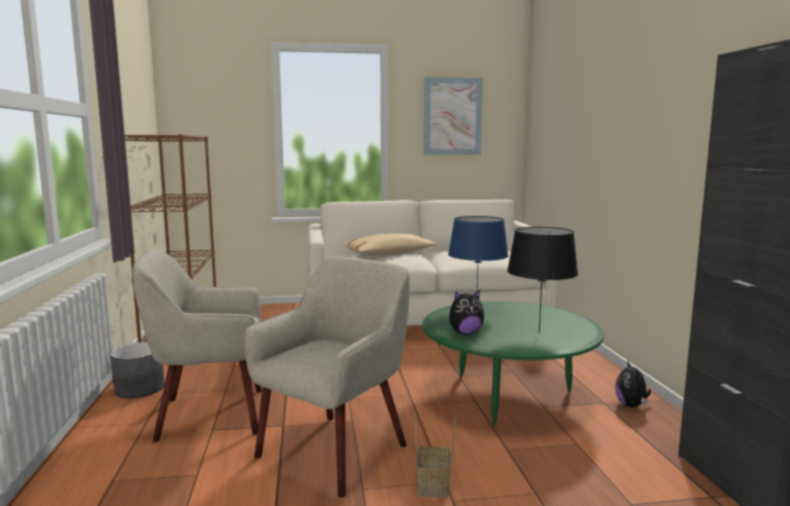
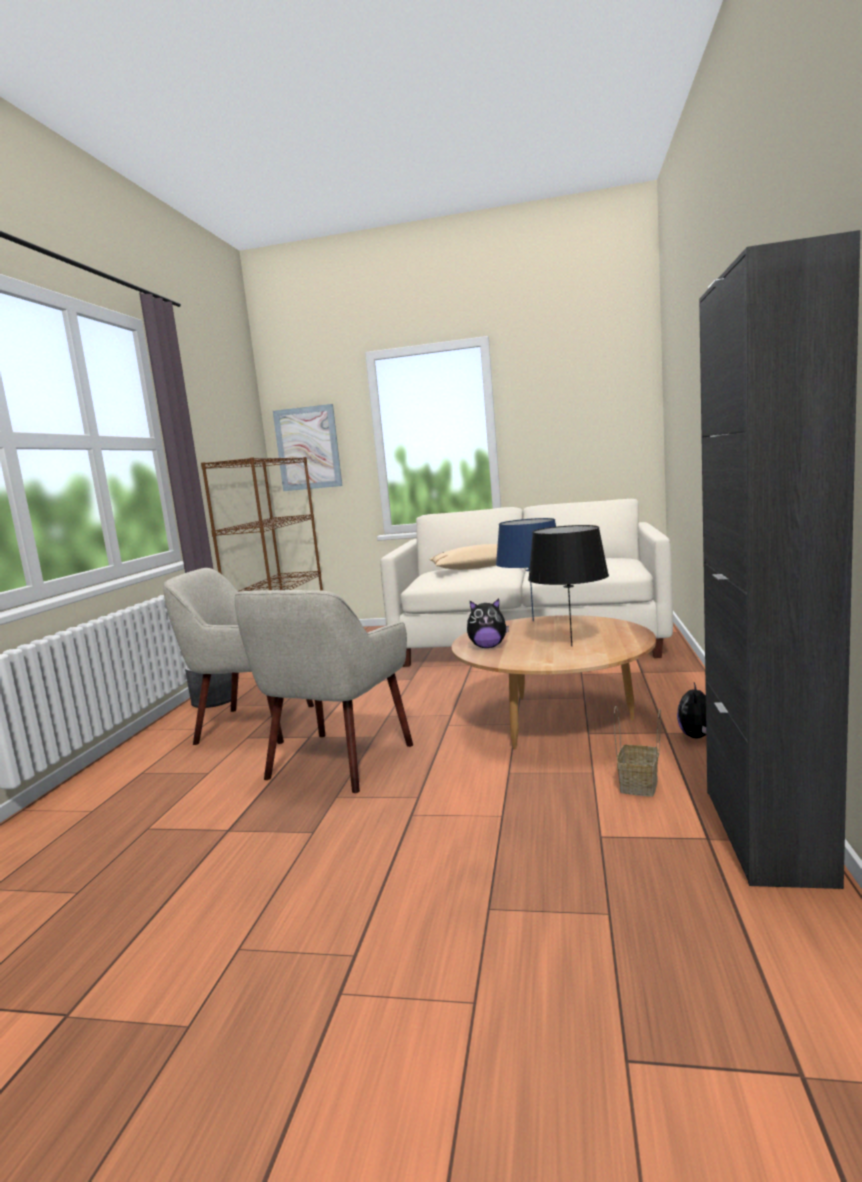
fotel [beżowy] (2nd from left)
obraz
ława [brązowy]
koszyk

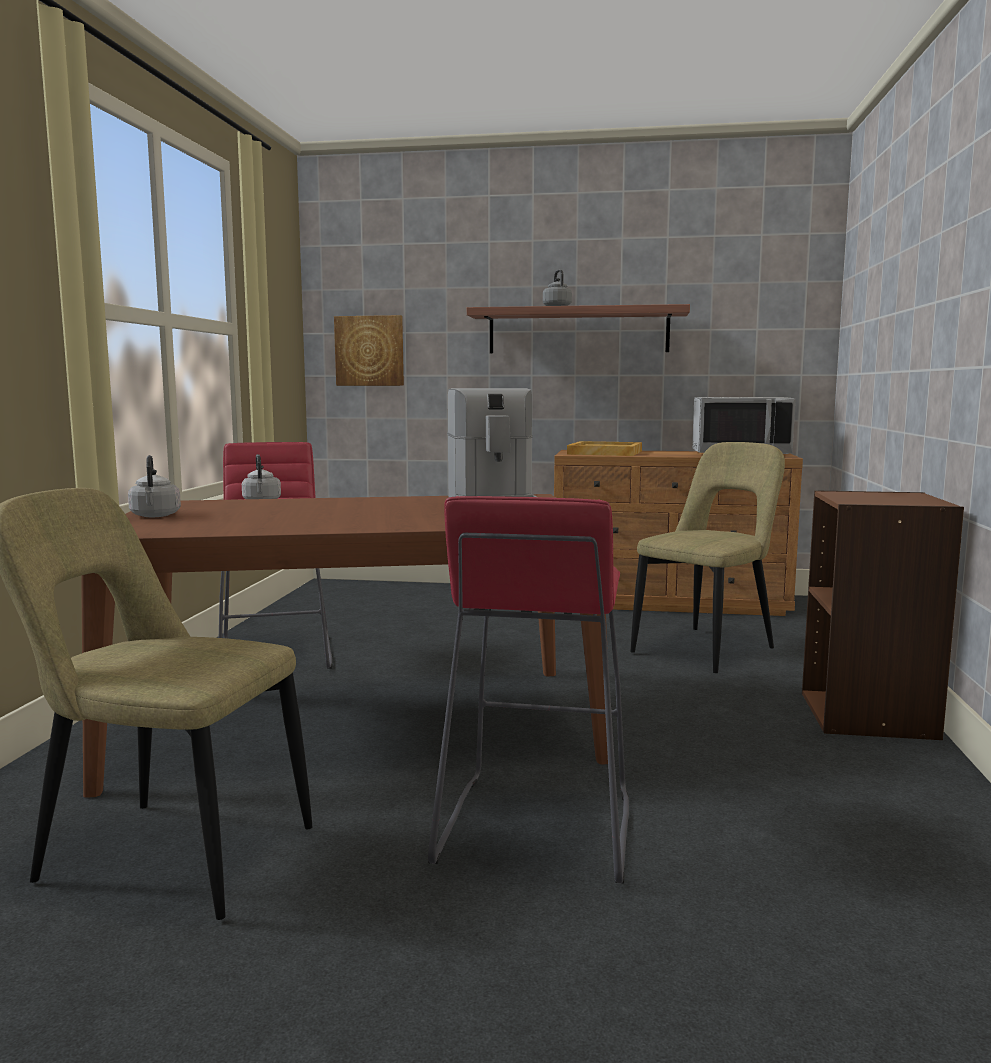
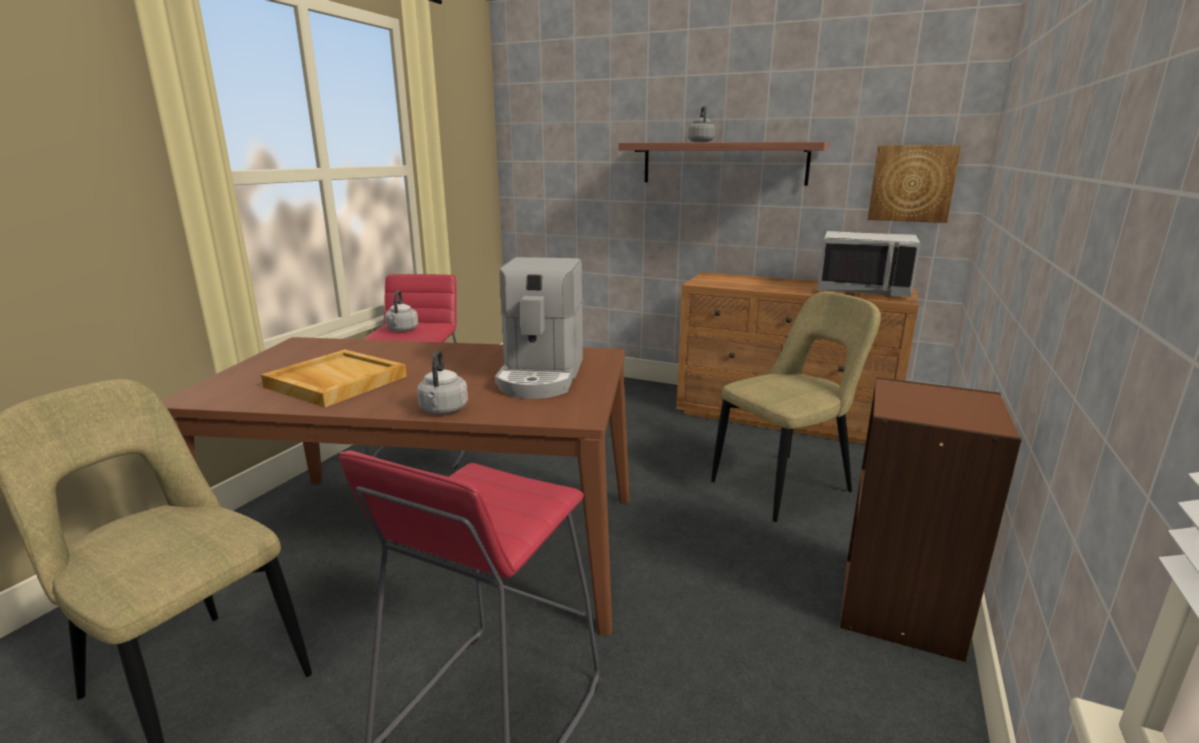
taca [beżowy]
czajnik [szary] (2nd from left)
obraz

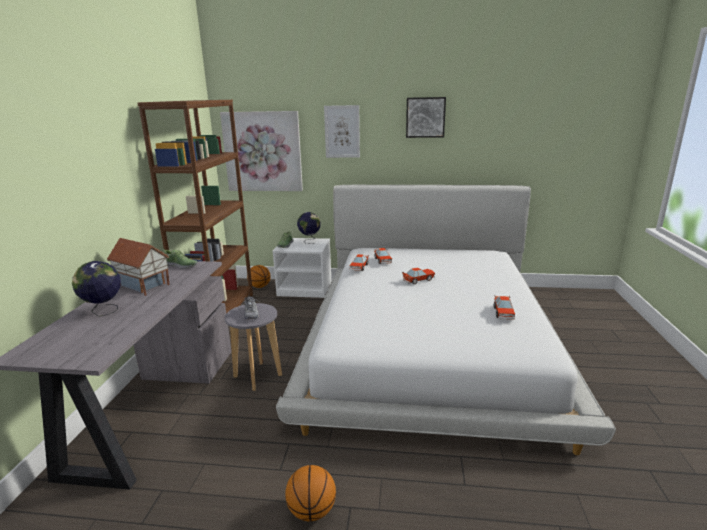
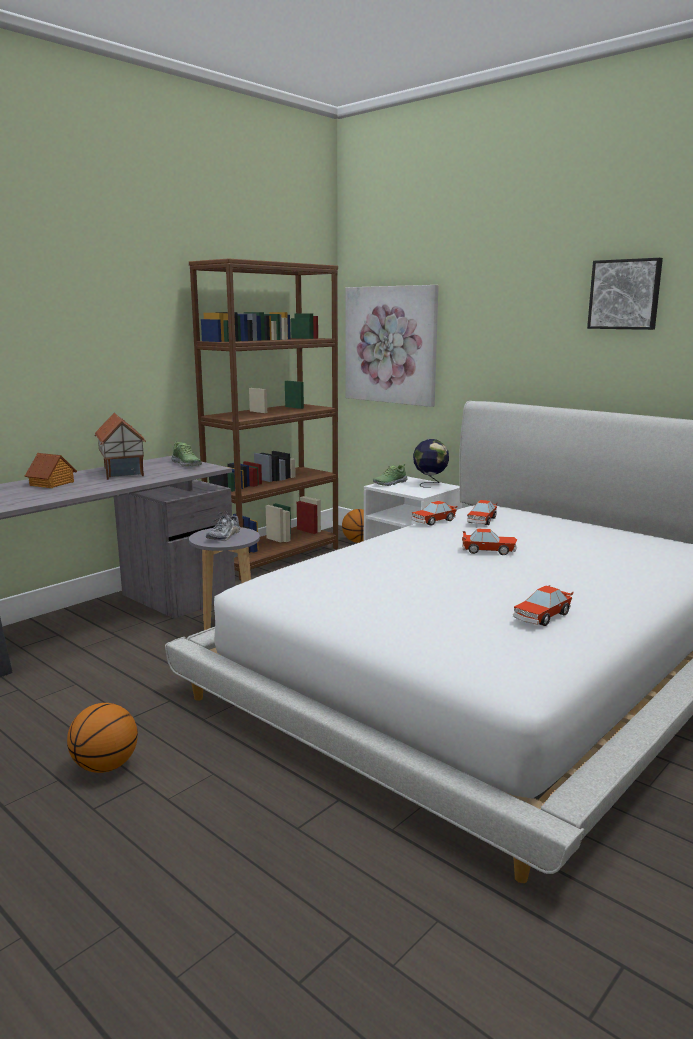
domek (1st from left)
obraz (2nd from left in the first image)

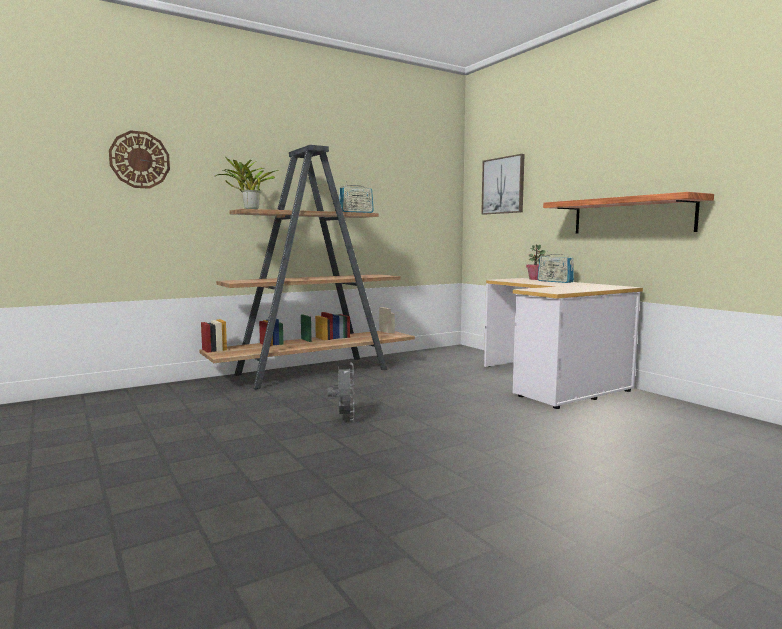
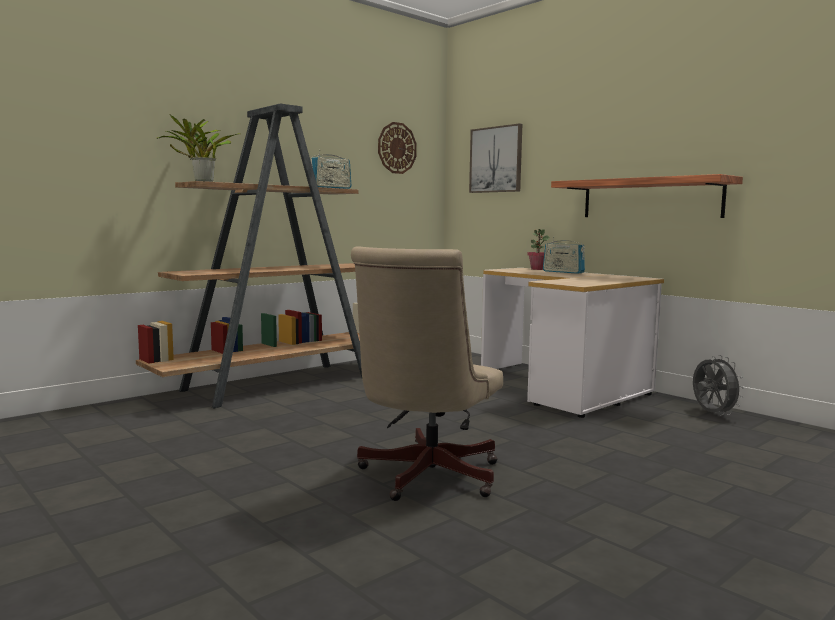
krzesło biurowe [beżowy]
zegar ścienny
wentylator [szary]

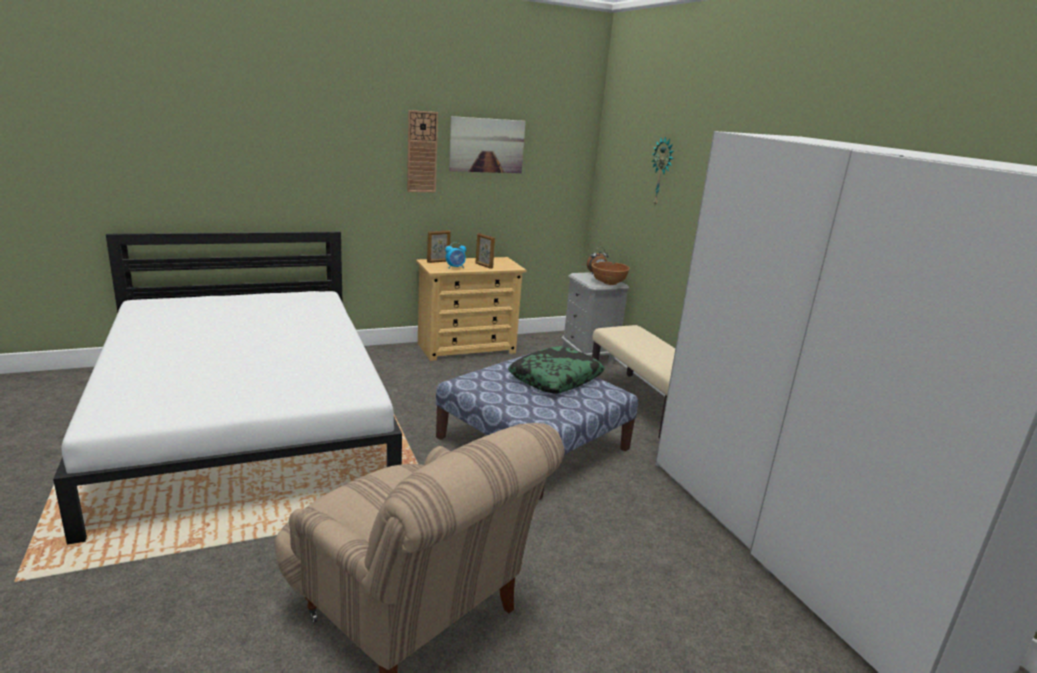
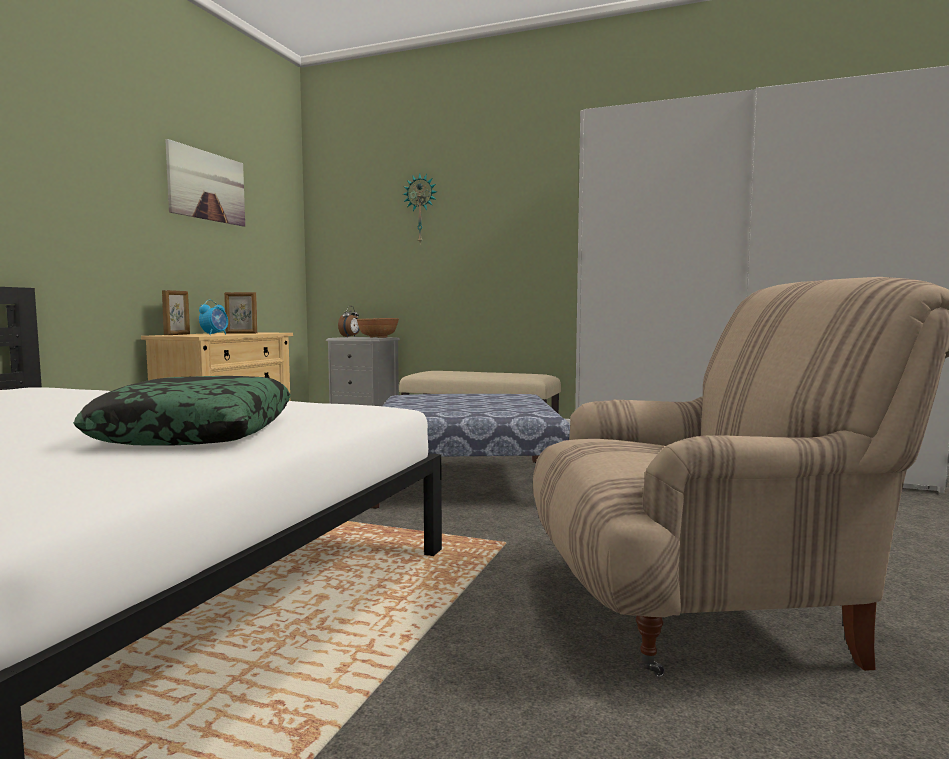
poduszka
zegar ścienny (1st from left in the first image)

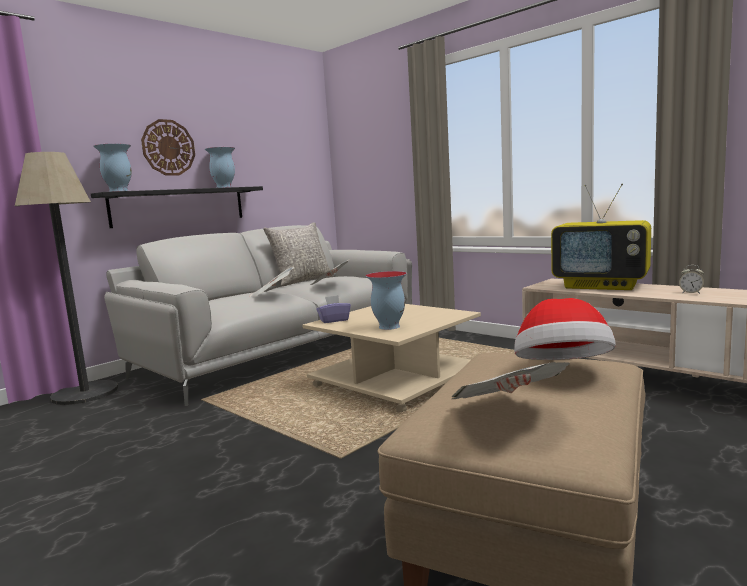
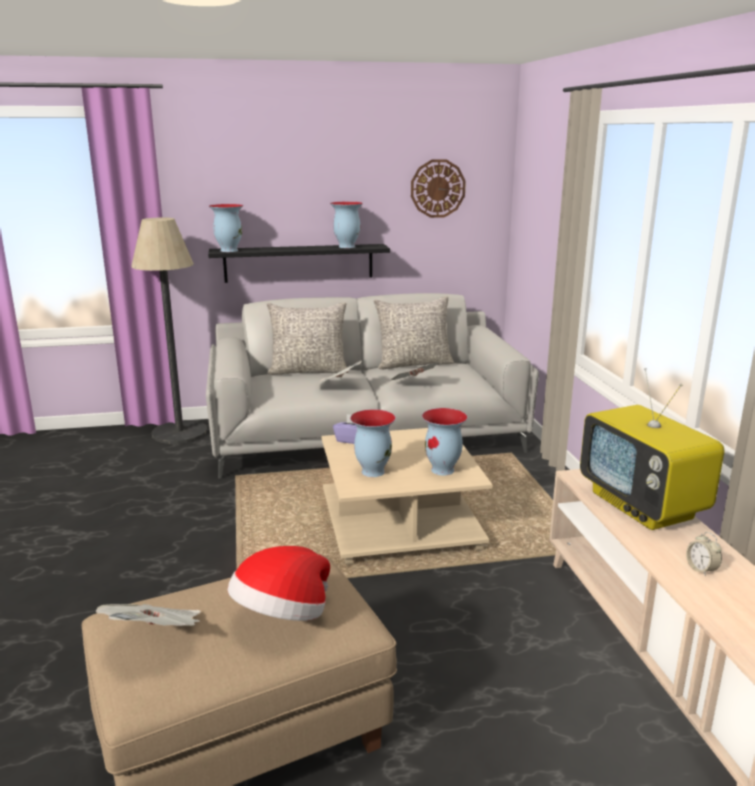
poduszka [szary] (1st from left)
zegar ścienny
wazon (4th from left)

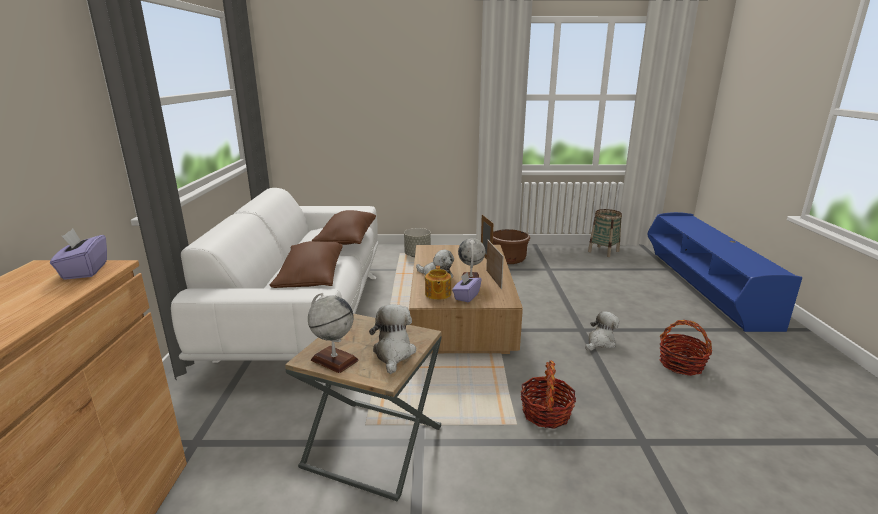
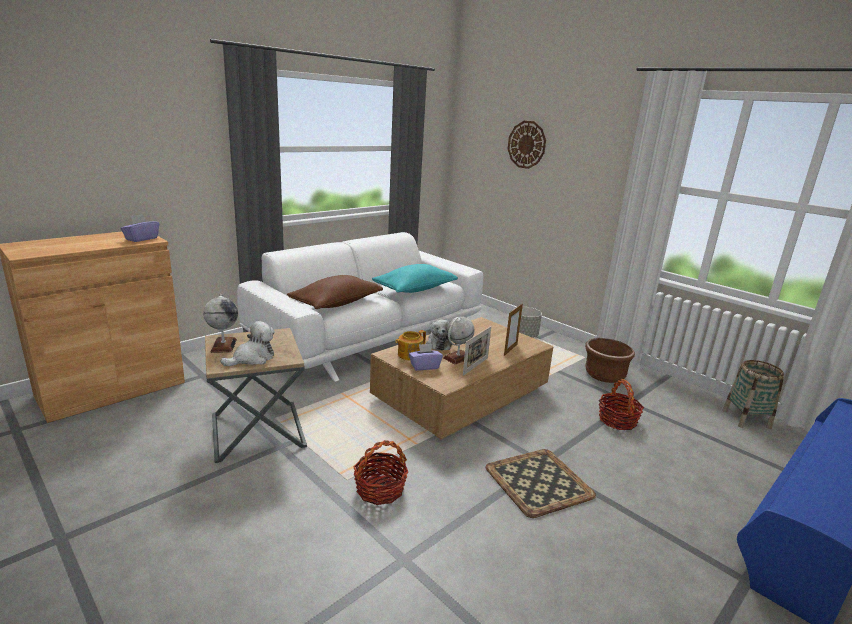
poduszka [turkusowy]
taca
zegar ścienny
koszyk (2nd from left)

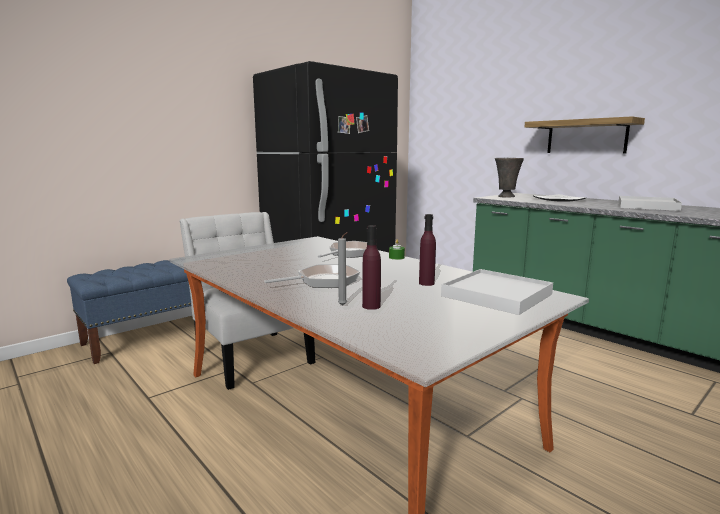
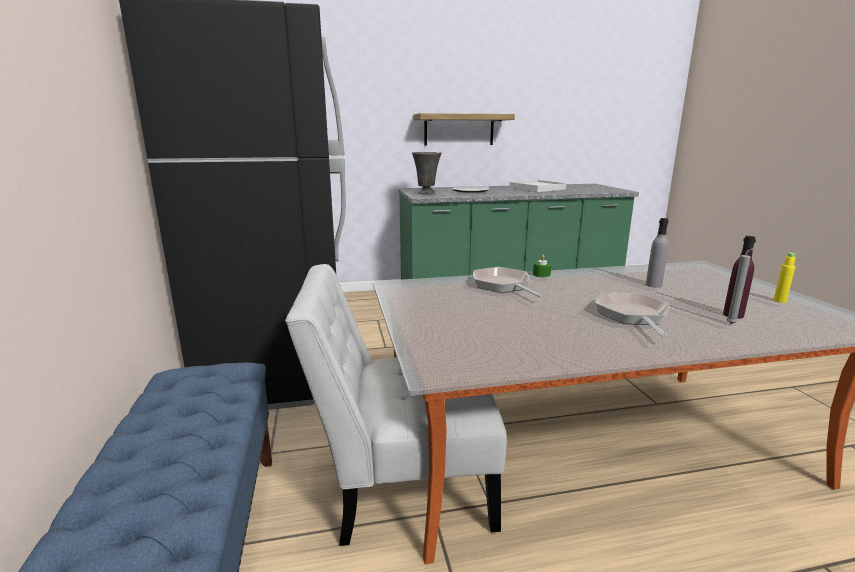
butelka [szary]
butelka [żółty]
taca [biały] (1st from left in the first image)

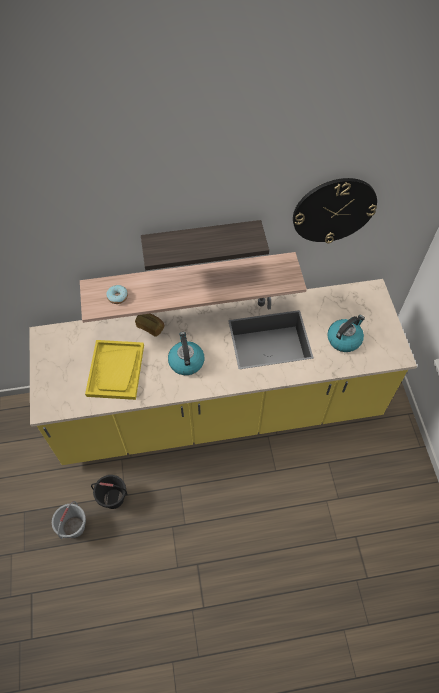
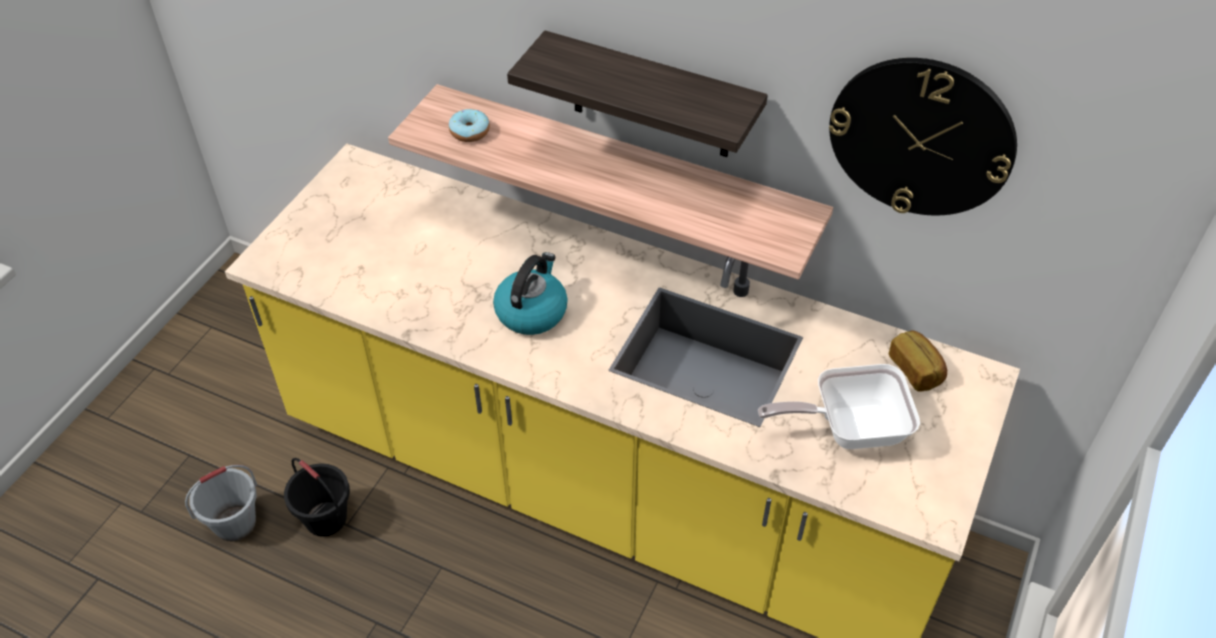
patelnia
chleb
taca [żółty]

